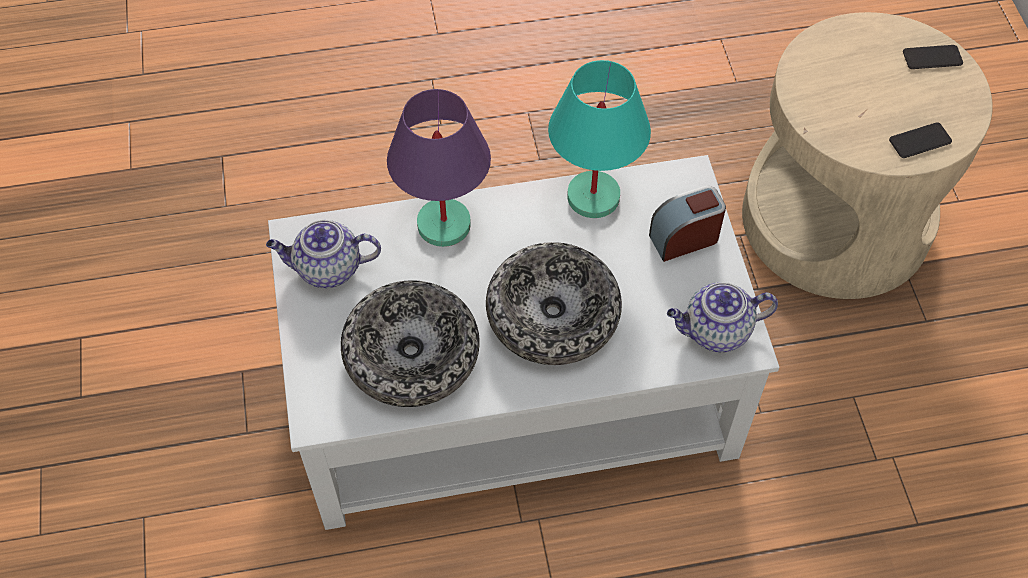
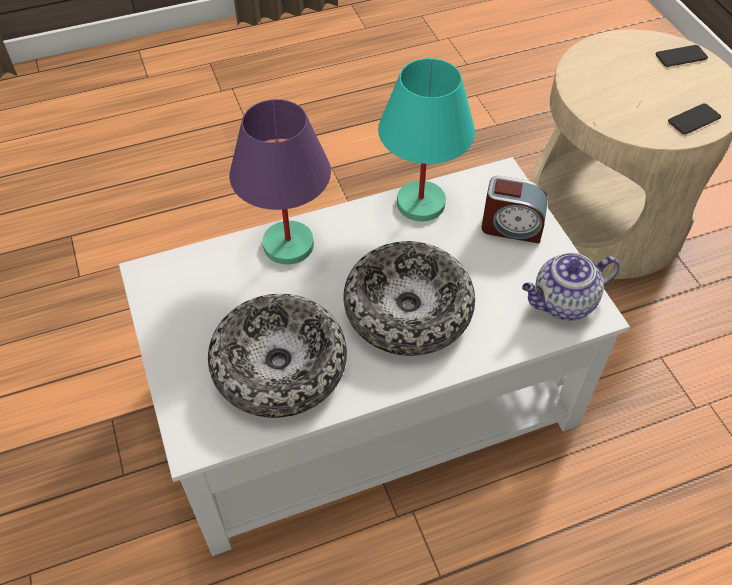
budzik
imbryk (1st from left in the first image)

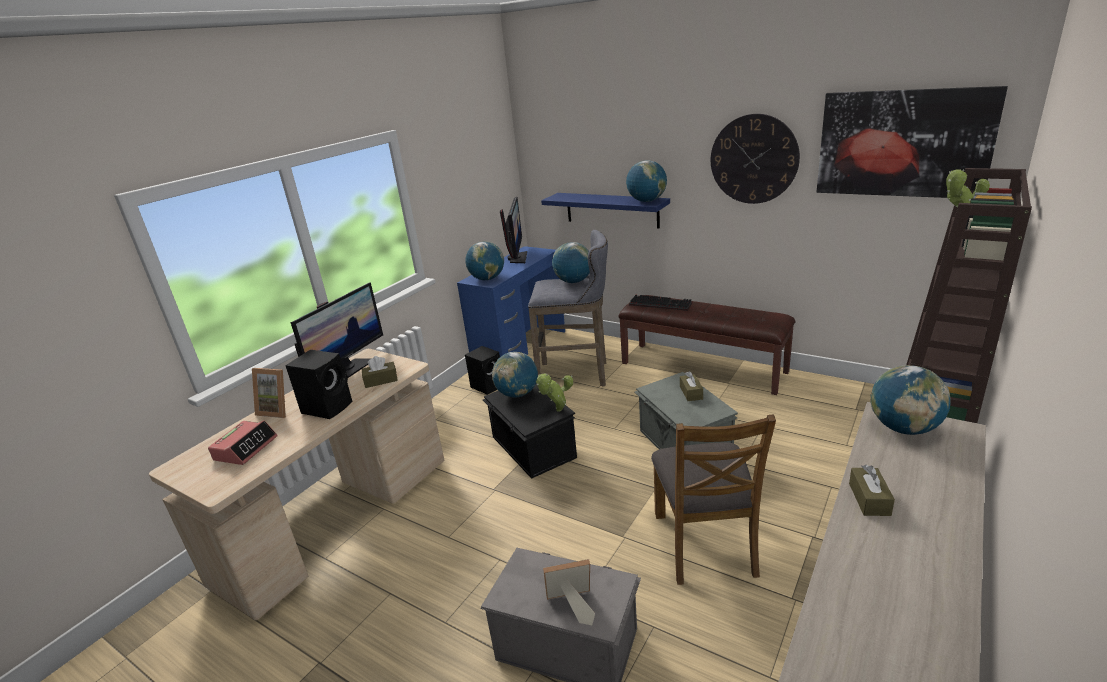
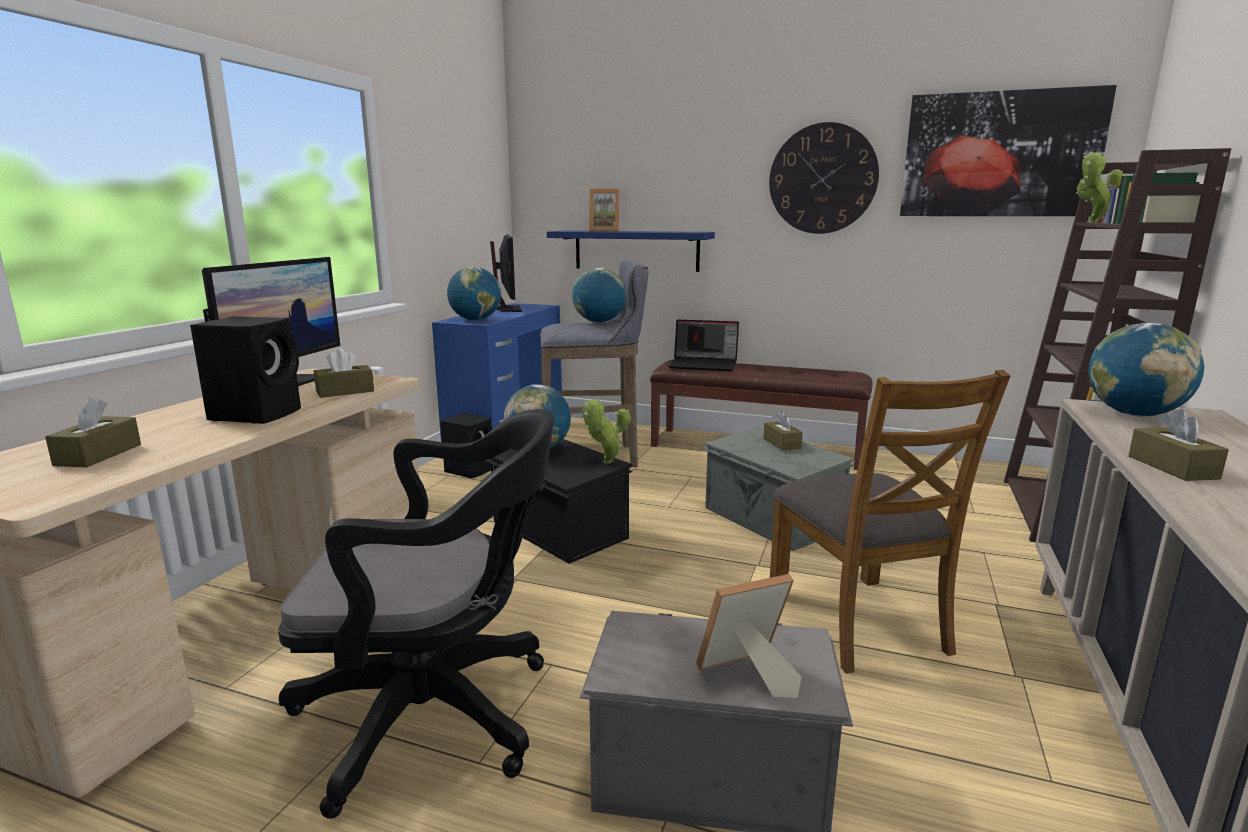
pudełko chusteczek [brązowy] (1st from left)
krzesło biurowe [czarny]
ramka na zdjęcie (1st from left)
laptop
globus (4th from left in the first image)

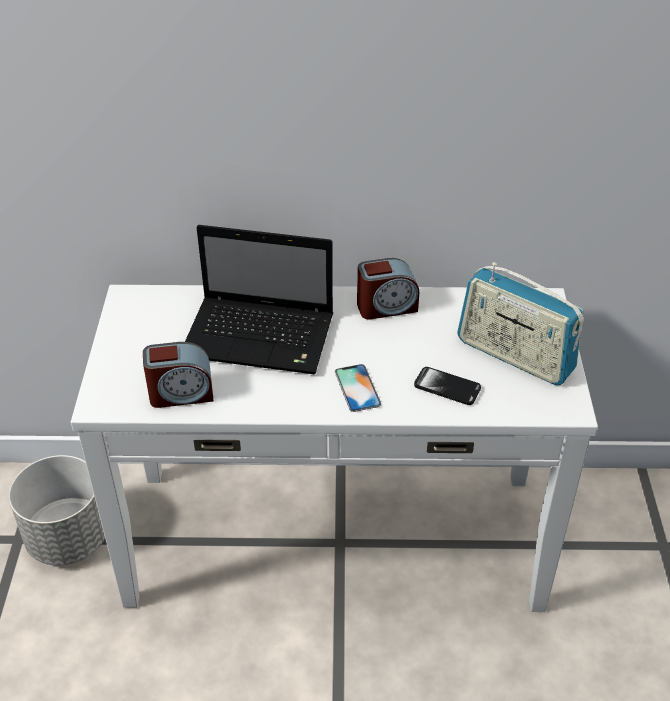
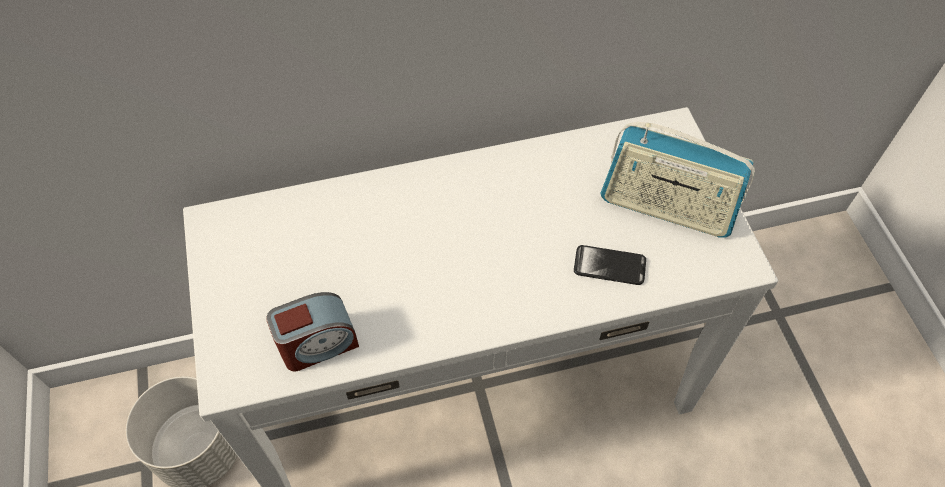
laptop
telefon (1st from left in the first image)
budzik (2nd from left in the first image)

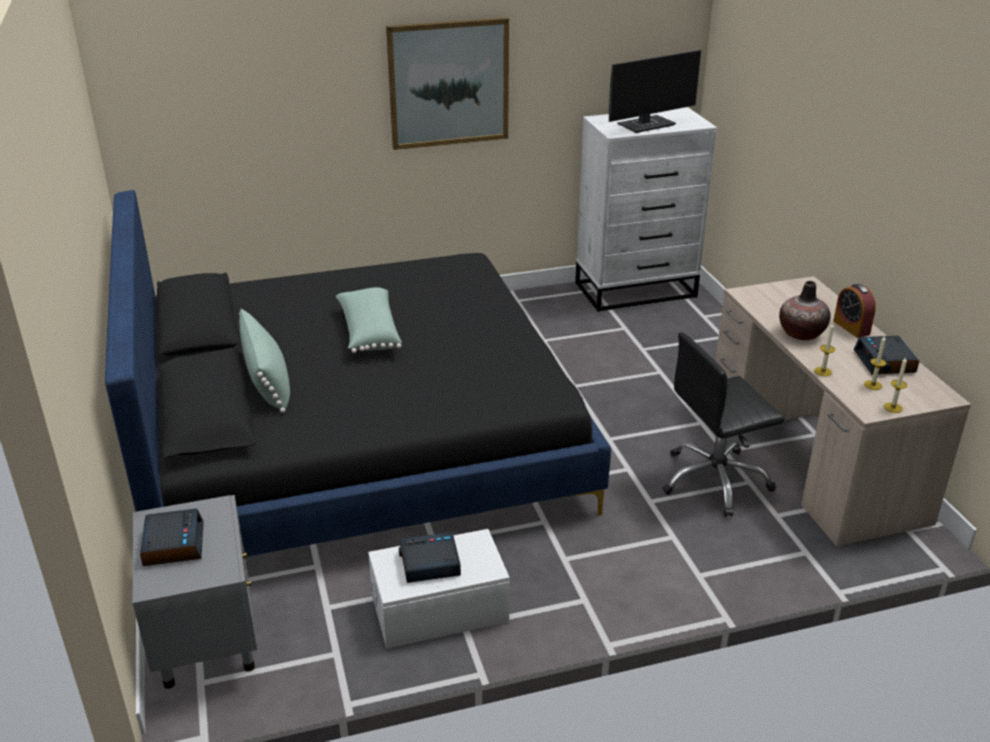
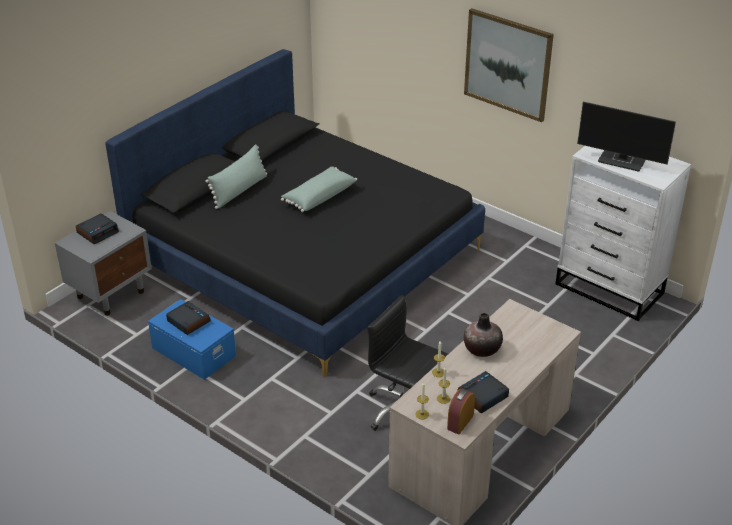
pojemnik do przechowywania [niebieski]
budzik (3rd from left)

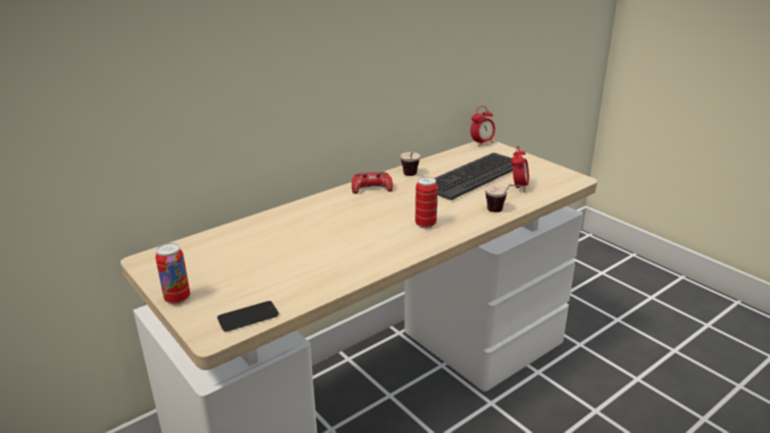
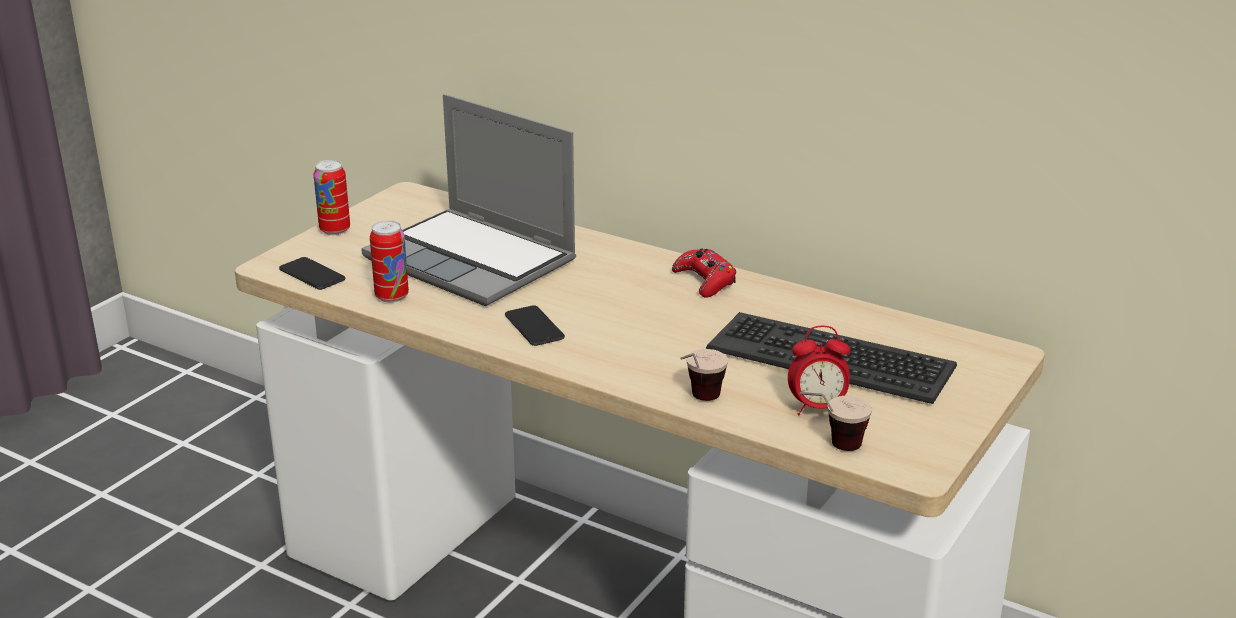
laptop
puszka (2nd from left)
telefon (2nd from left)
filiżanka (2nd from left)
budzik (1st from left in the first image)

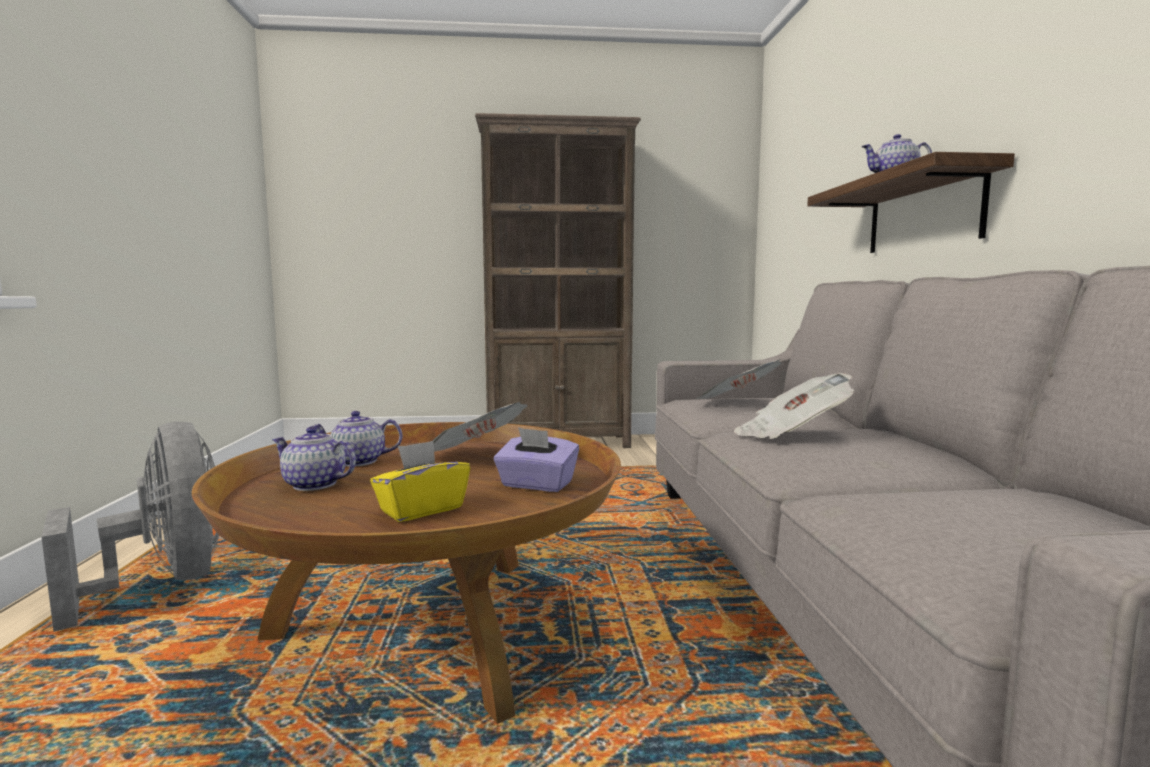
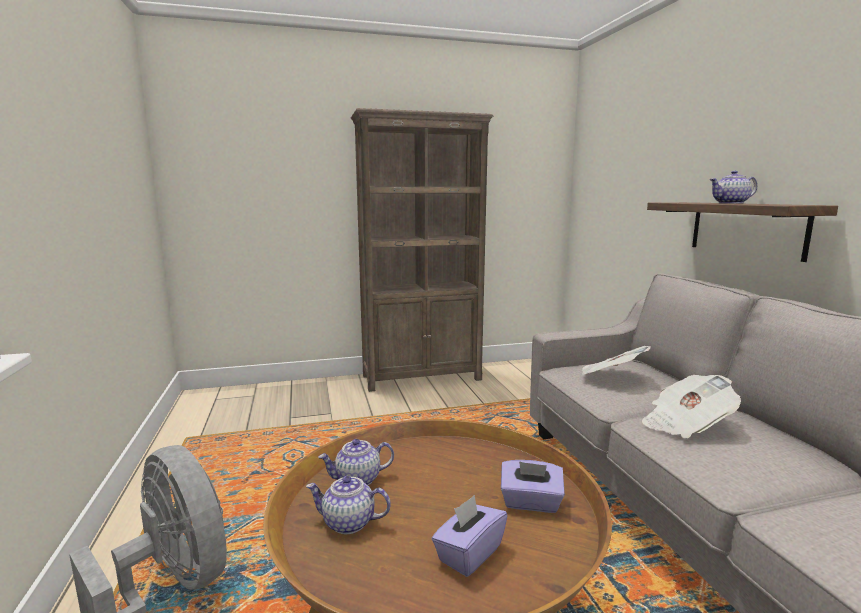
pudełko chusteczek [fioletowy] (1st from left)
gazeta (1st from left in the first image)

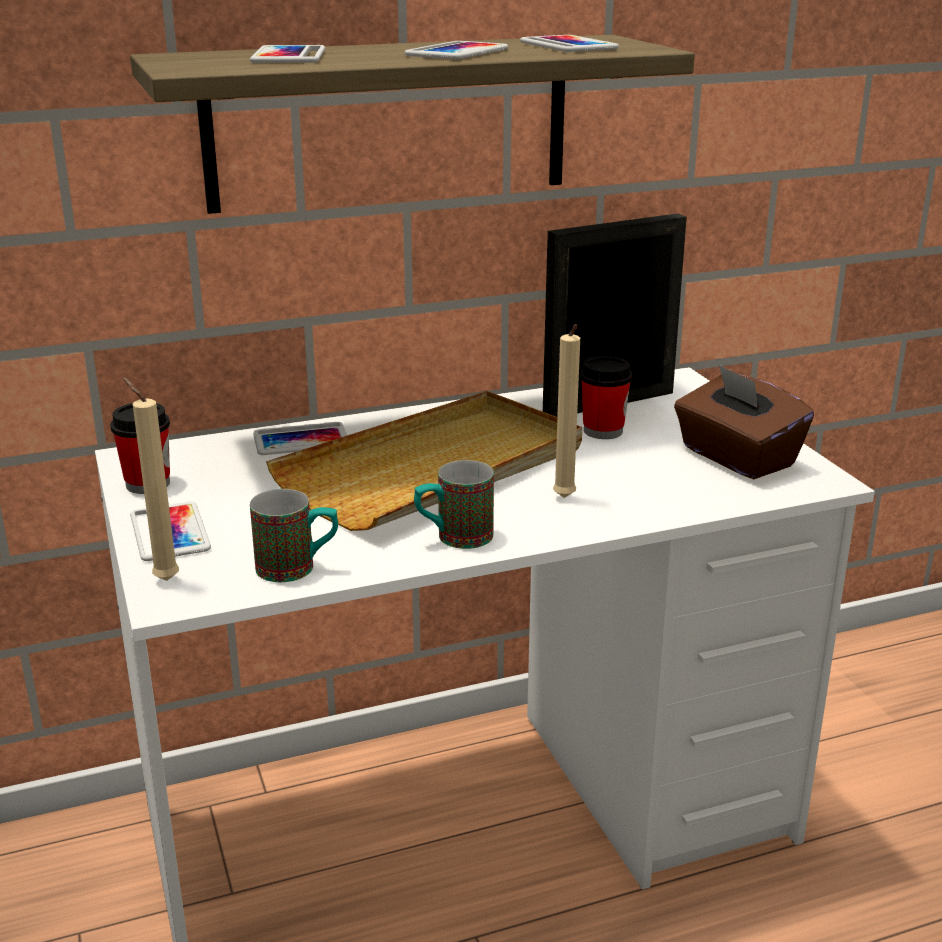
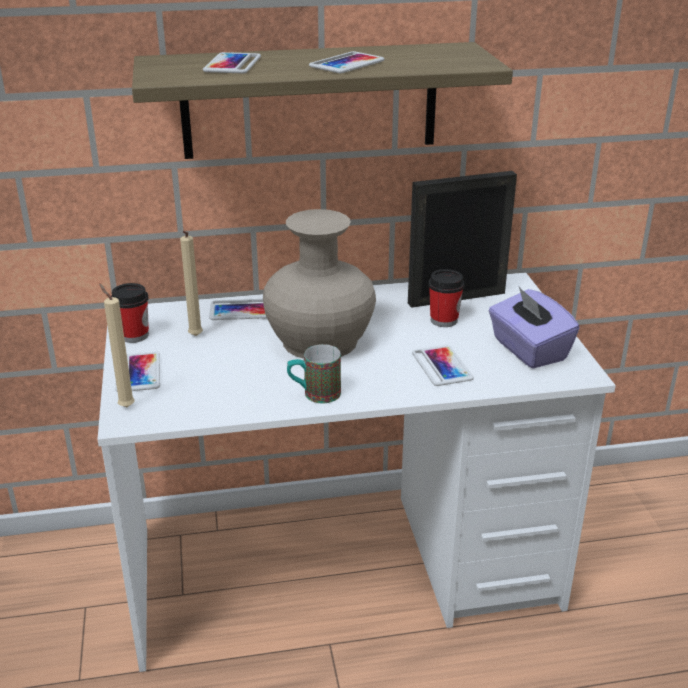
świeca [beżowy] (2nd from left)
wazon [beżowy]
telefon (5th from left)
pudełko chusteczek [fioletowy]
kubek (1st from left in the first image)

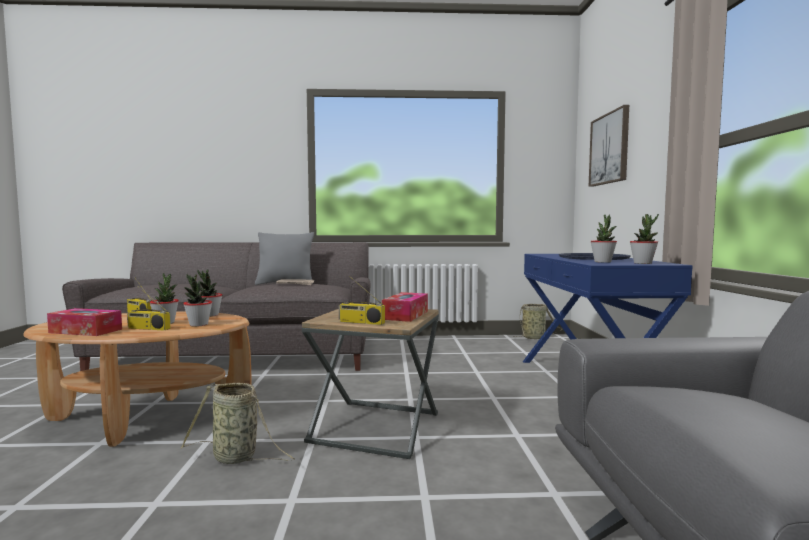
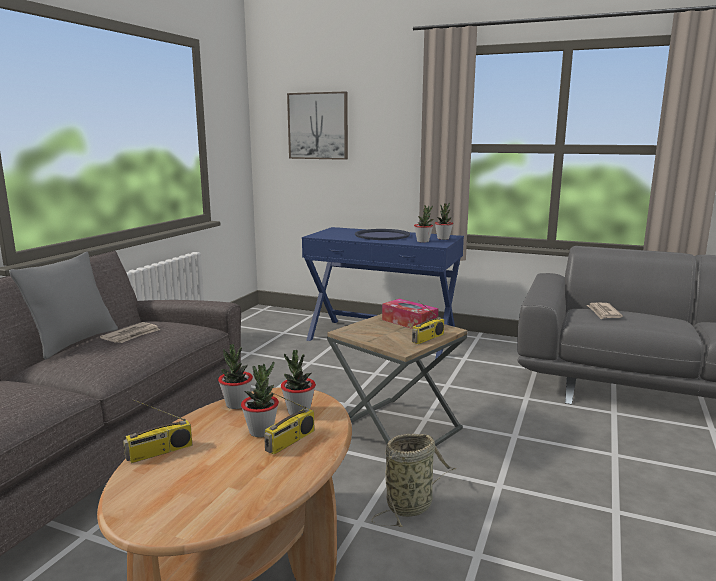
gazeta (2nd from left)
pudełko chusteczek (1st from left in the first image)
koszyk (2nd from left in the first image)

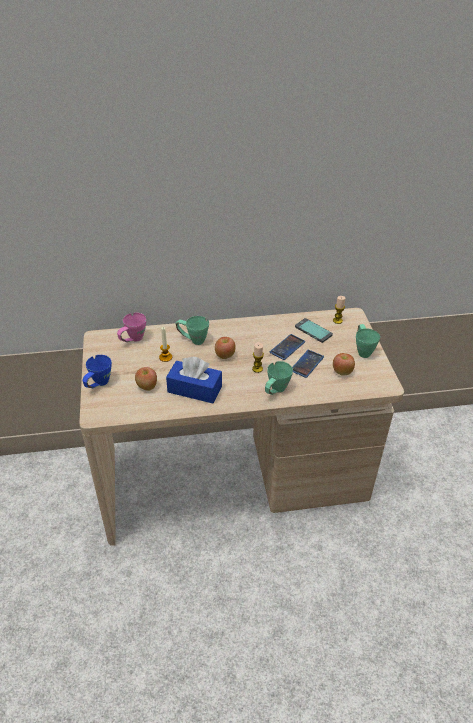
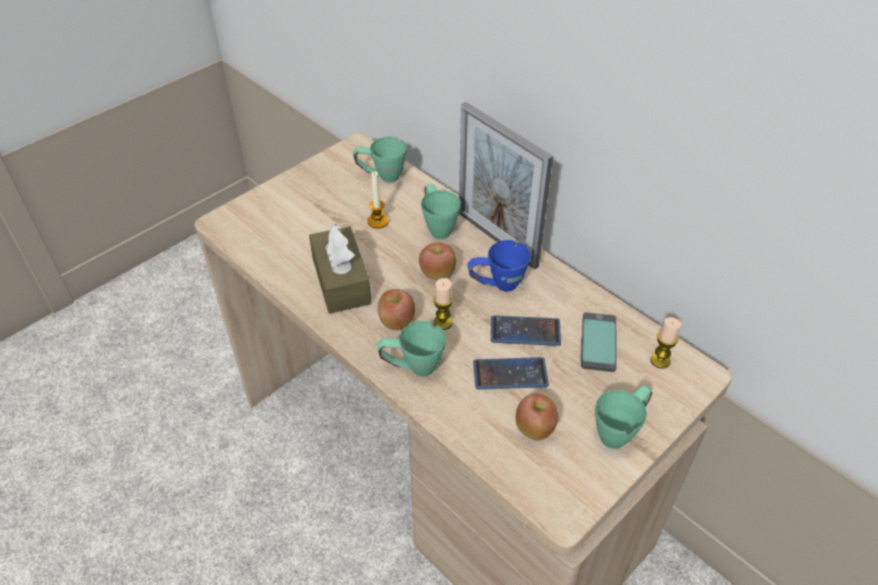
pudełko chusteczek [brązowy]
kubek [zielony] (1st from left)
jabłko (1st from left)
ramka na zdjęcie
kubek [niebieski]

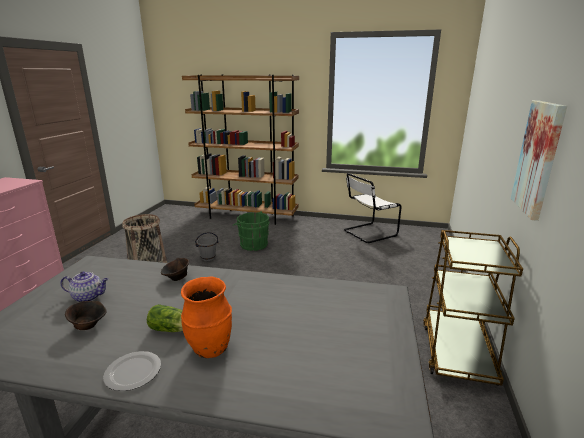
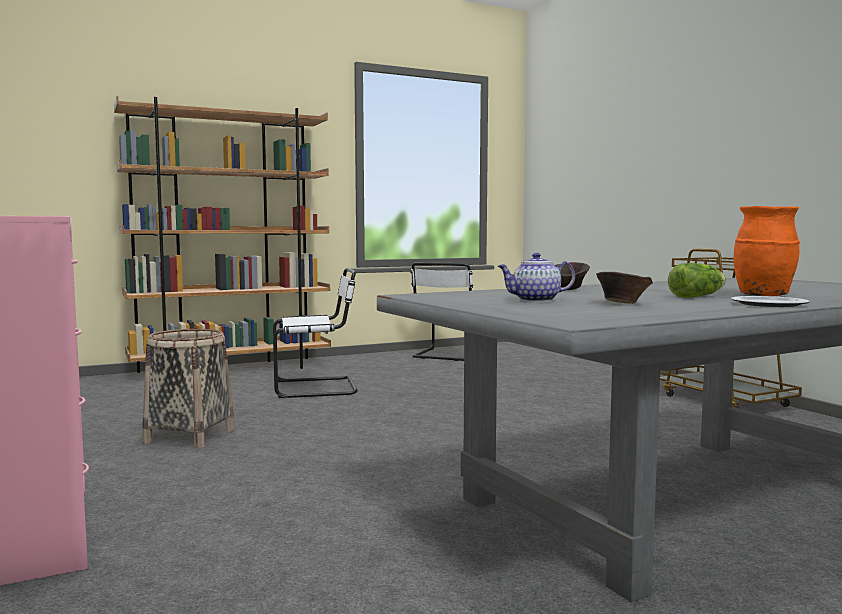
krzesło [biały] (1st from left)
imbryk
wiadro [szary]
obraz

